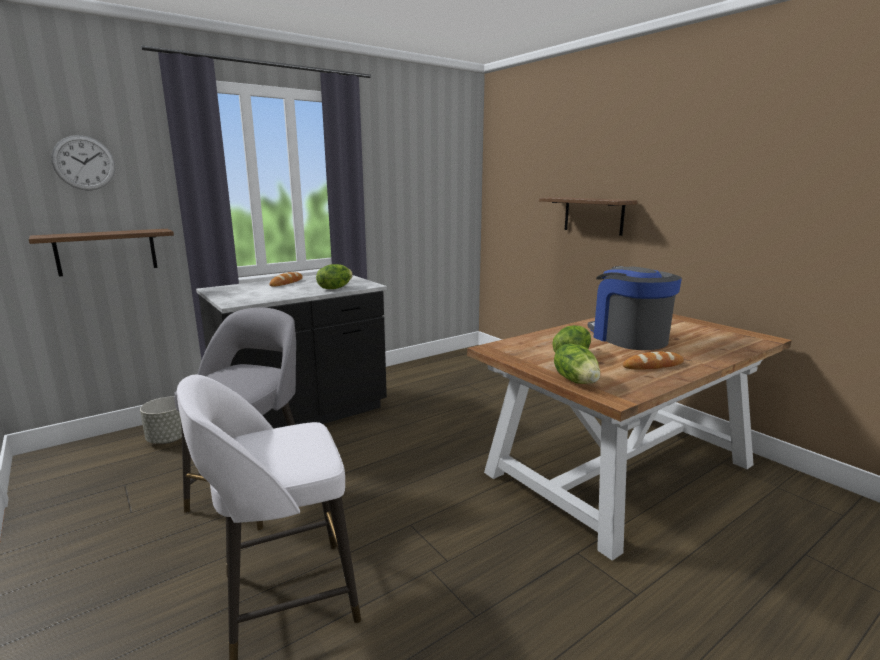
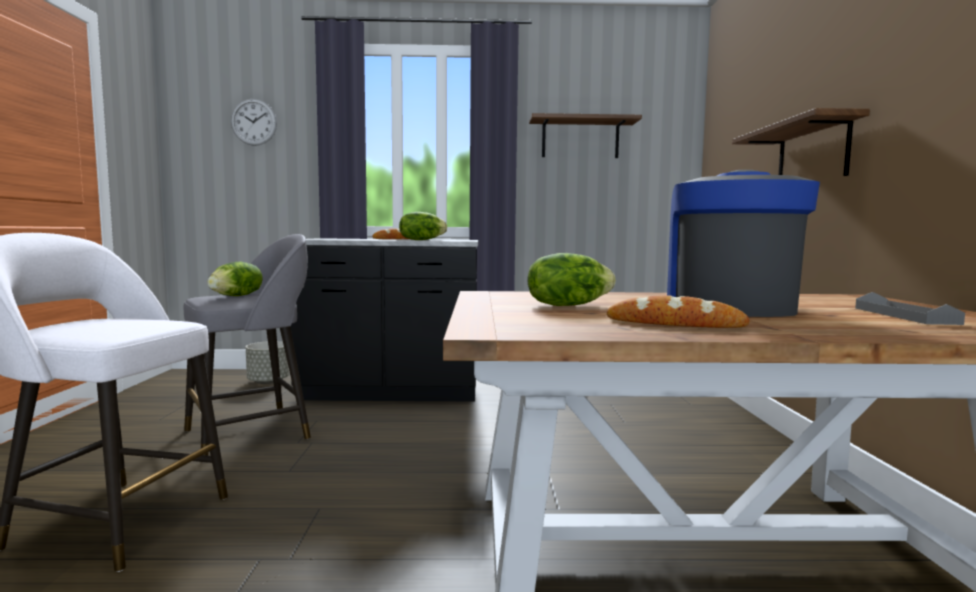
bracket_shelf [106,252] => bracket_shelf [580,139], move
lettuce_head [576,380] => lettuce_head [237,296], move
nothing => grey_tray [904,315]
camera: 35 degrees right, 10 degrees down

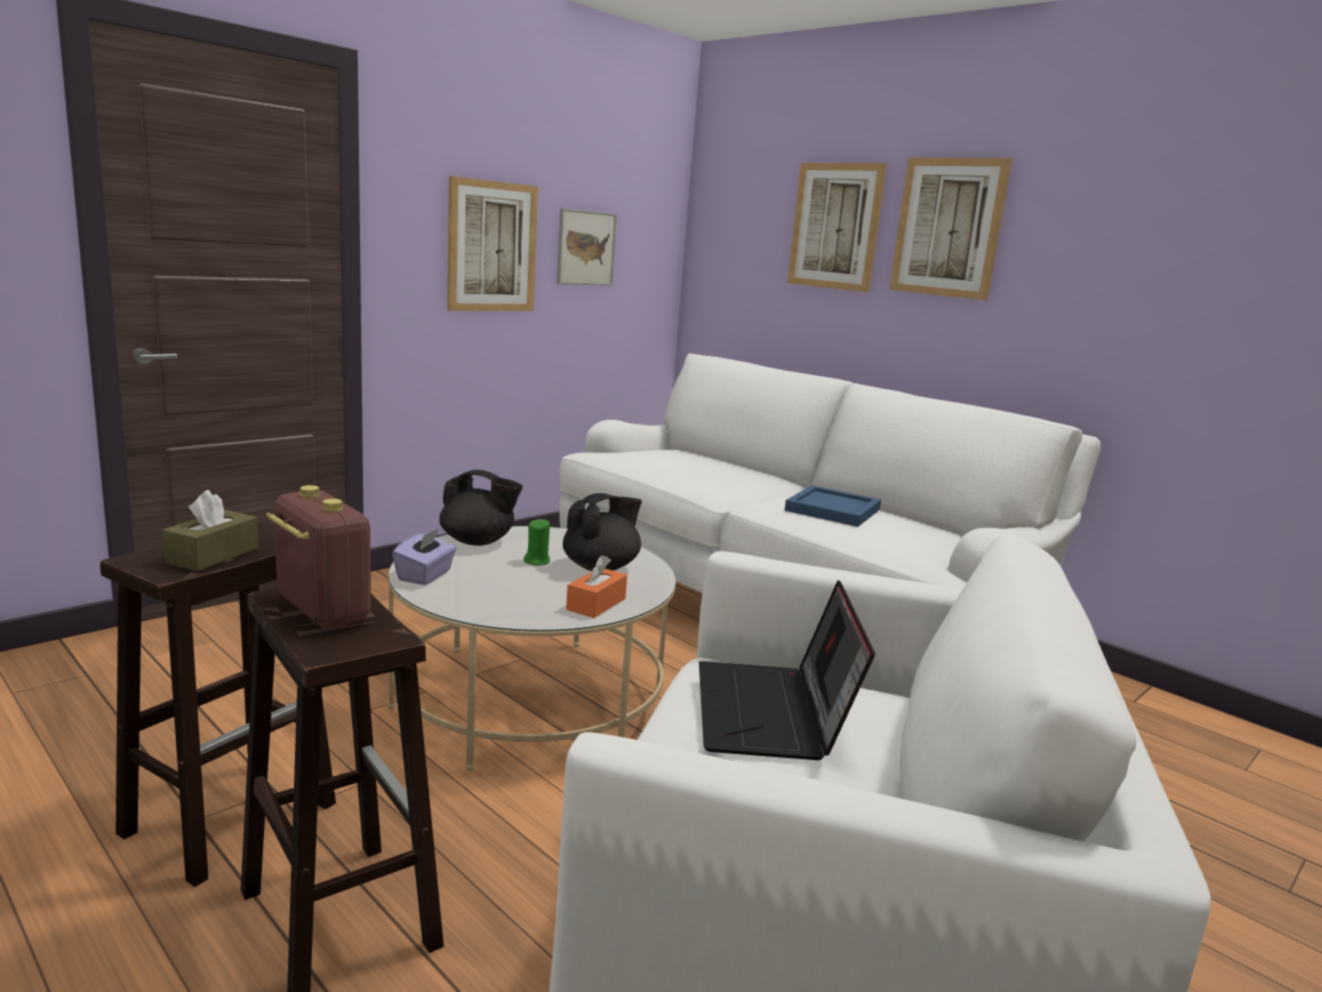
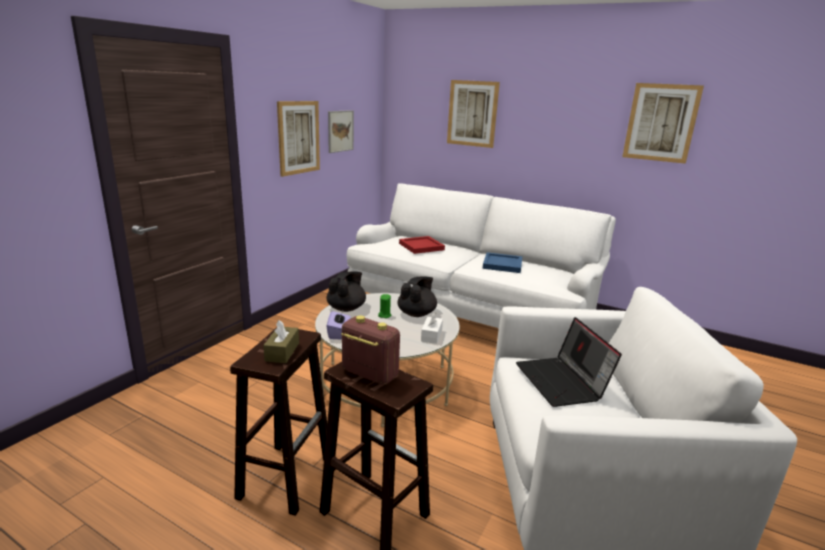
wall_art [948,228] => wall_art [661,123], move
black_pot_for_tea [478,542] => black_pot_for_tea [346,308], 60 degrees counterclockwise
orange-coloured_tissue_holder [596,604] => white_tissue_holder [431,335]
nothing => reddish_tray [422,247]
camera: 15 degrees left, 5 degrees up

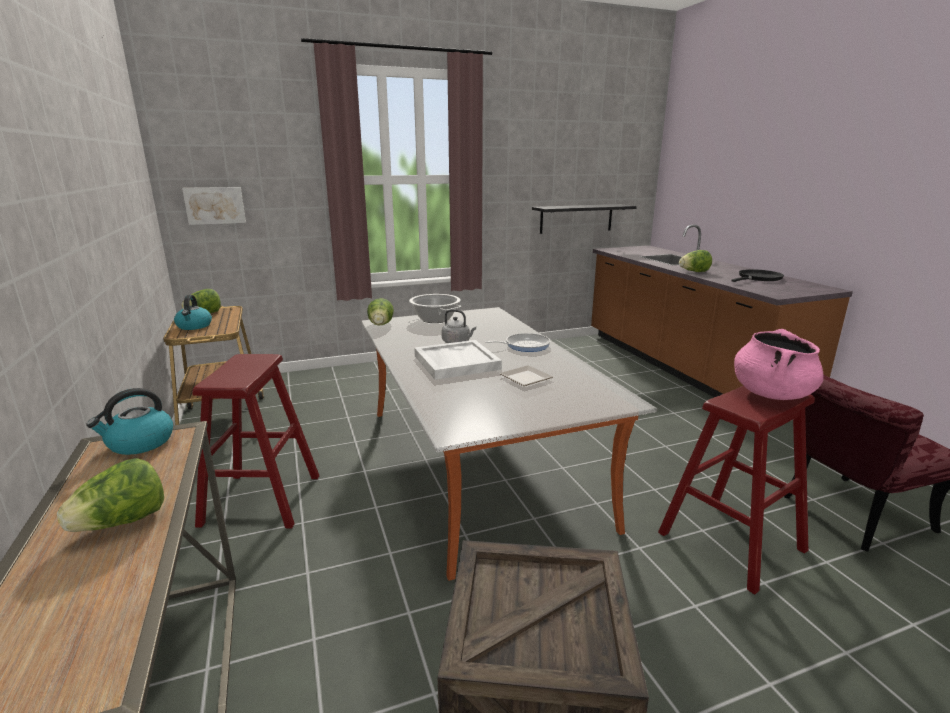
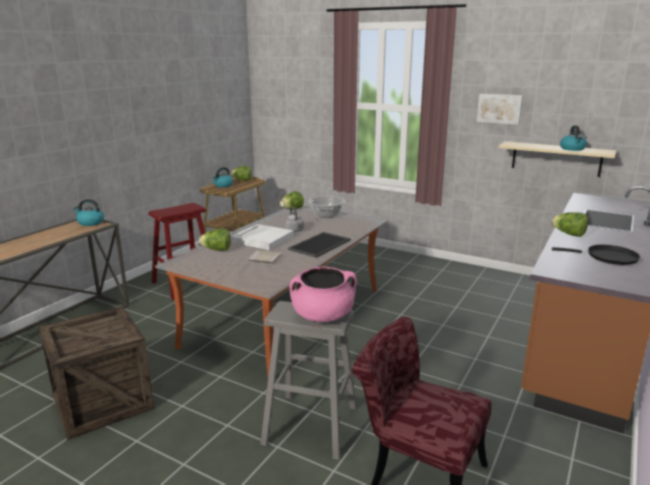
wall_art [215,205] => wall_art [499,108], move
black_bracket_shelf [576,218] => sand-coloured_bracket_shelf [556,158]
frying_pan [524,345] => tray [319,244]
reddish_sitting_stool [731,541] => grey_sitting_stool [311,424]
lettuce_head [122,522] => lettuce_head [217,250], move
nothing => water_kettle [572,149]
camera: 50 degrees right, 0 degrees up

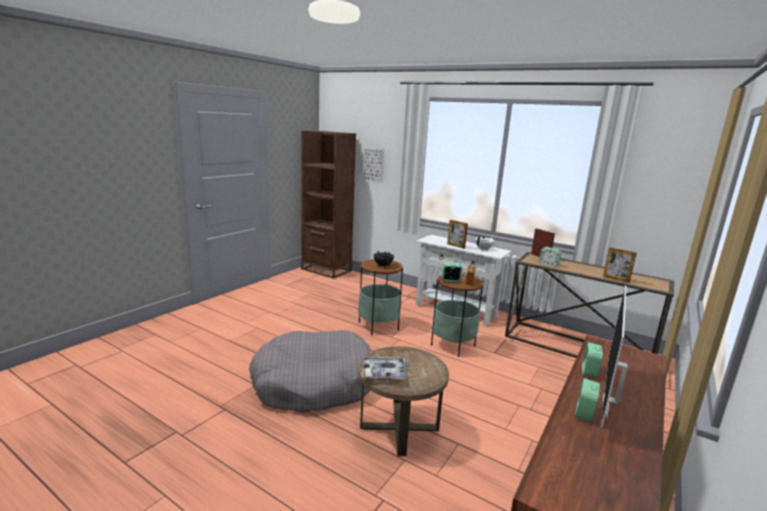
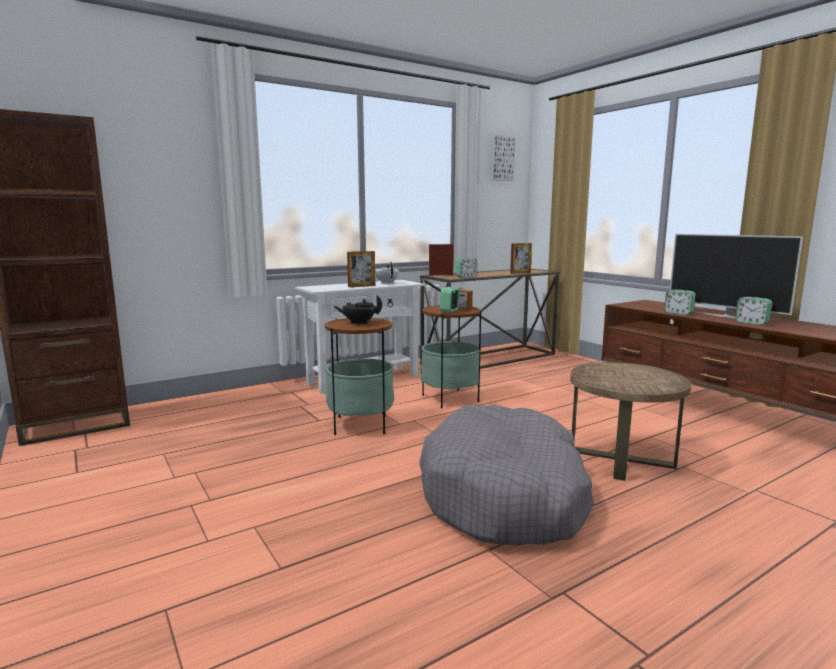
wall_art [374,165] => wall_art [501,158], move
tray [383,373] => nothing
camera: 65 degrees left, 5 degrees down

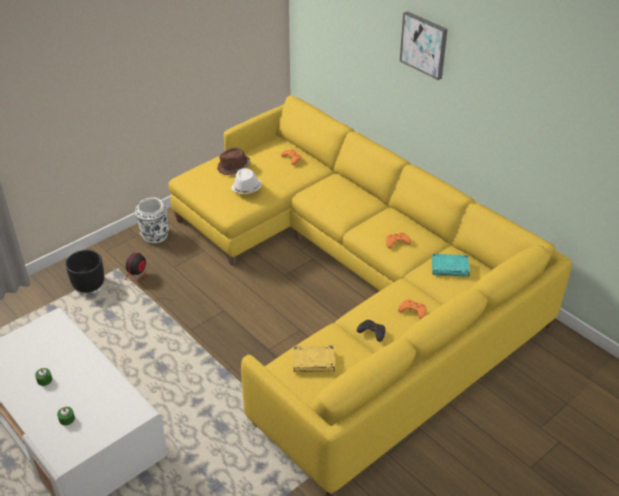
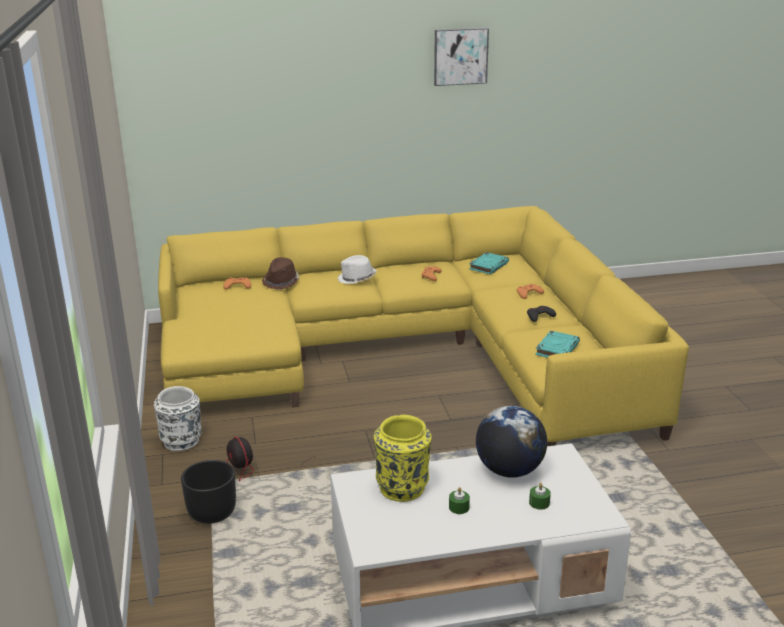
wall_art [424,44] => wall_art [460,56], move
brownish_clothing_hat [233,167] => brownish_clothing_hat [281,282], move
white_clothing_hat [246,189] => white_clothing_hat [357,279], move
yellow_volume [314,361] => turquoise_volume [557,349]
nothing => globe [509,470]
nothing => yellow_decorative_vase [402,487]
camera: 60 degrees left, 15 degrees down

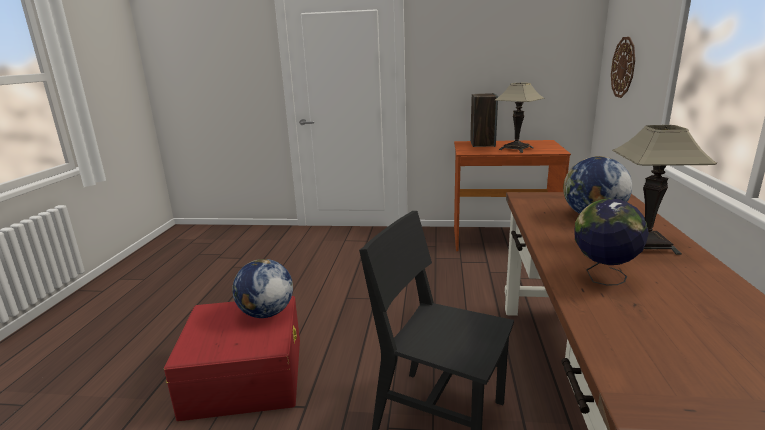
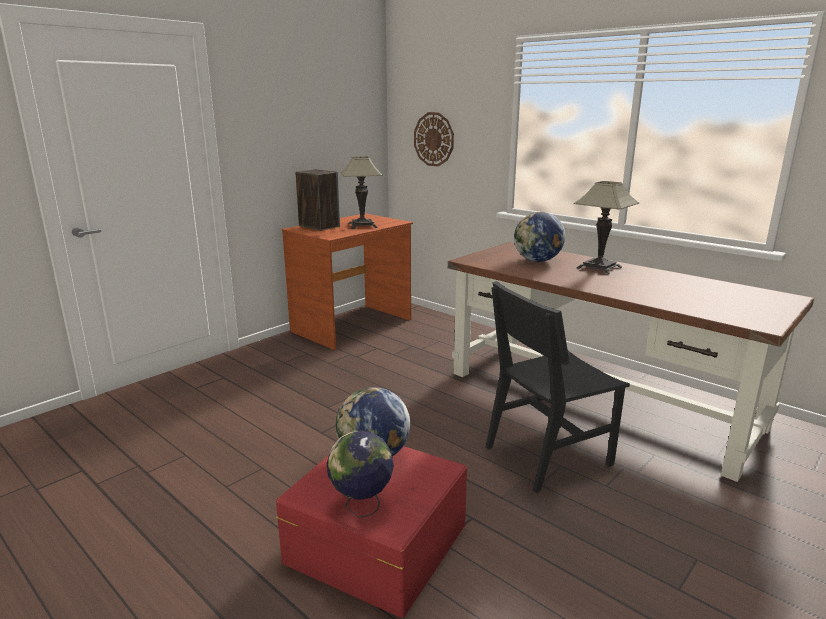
globe [603,278] => globe [361,507], move
camera: 55 degrees left, 0 degrees up

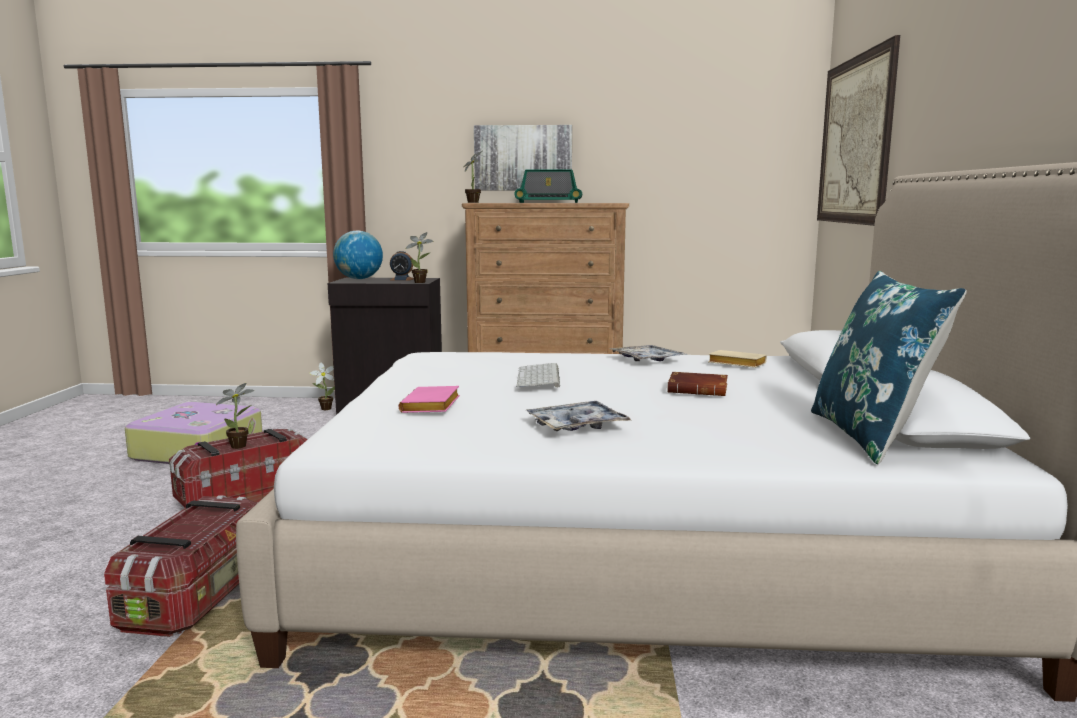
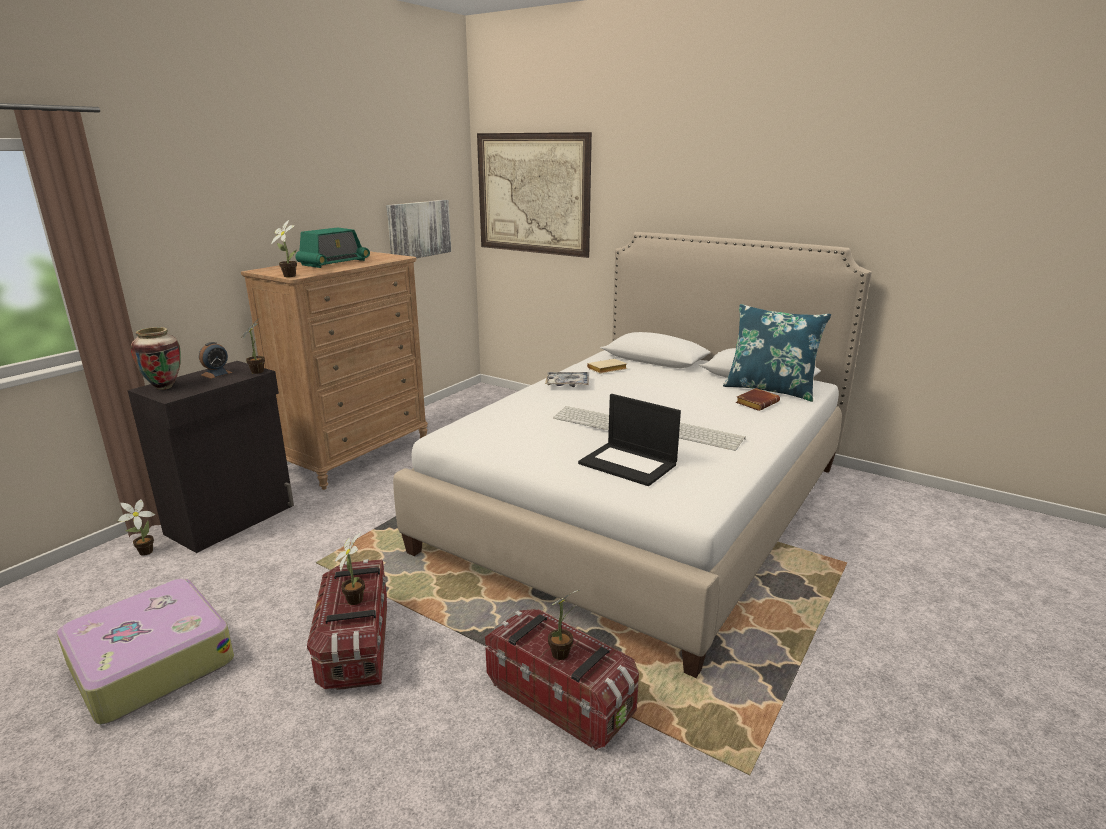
wall_art [523,158] => wall_art [418,229], move
globe [359,279] => decorative_vase [164,387]
brownish_volume [699,390] => brownish_volume [756,403], move
pink_volume [432,407] => portable_computer [629,464]
tray [576,426] => computer_keyboard [708,437]
nothing => potted_plant [563,653]
camera: 60 degrees left, 10 degrees up

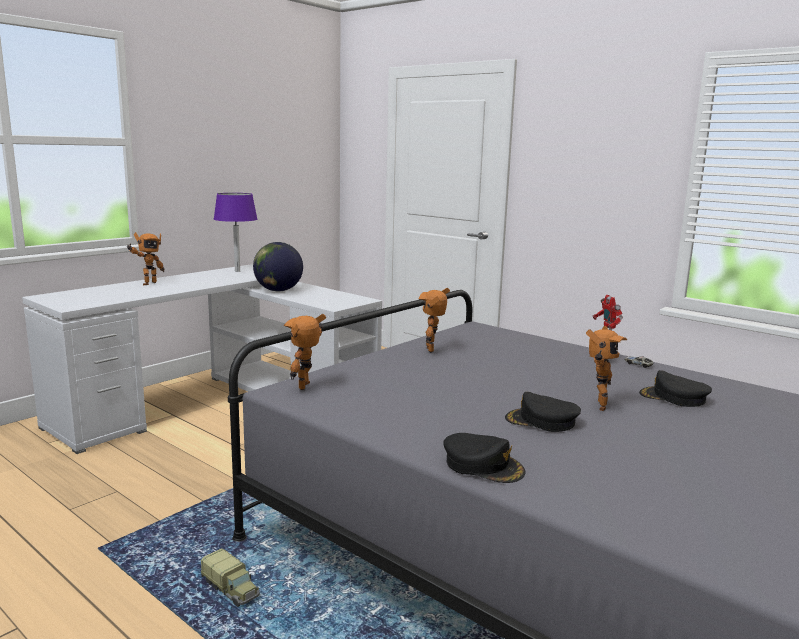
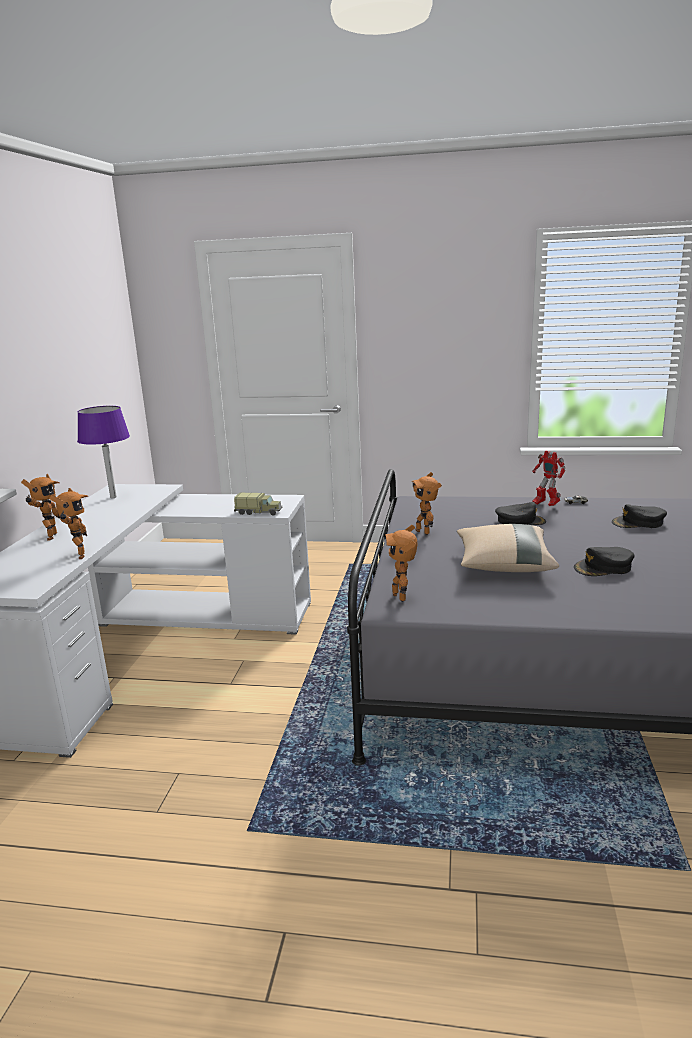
globe [278,290] => nothing
model_robot [597,405] => model_robot [78,555], move
black_baseball_cap [483,465] => black_baseball_cap [520,521], move
model_truck [231,589] => model_truck [259,512], move
nothing => sand-coloured_cushion [503,565]
camera: 30 degrees left, 5 degrees up

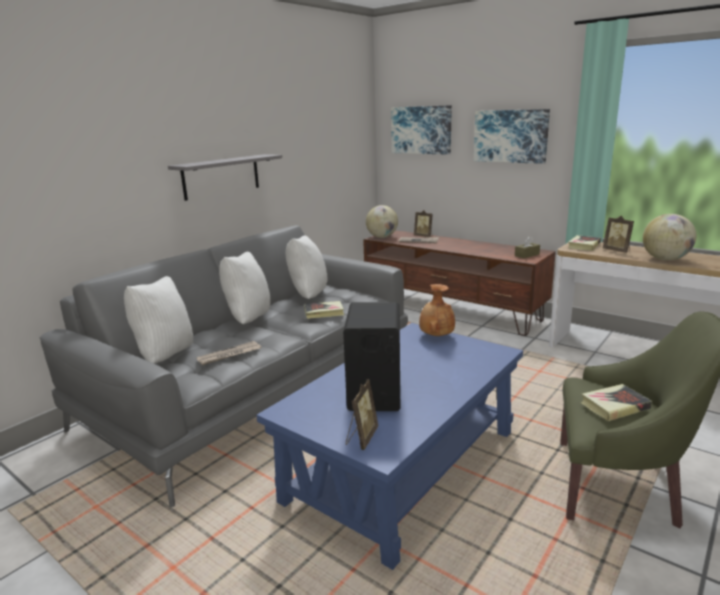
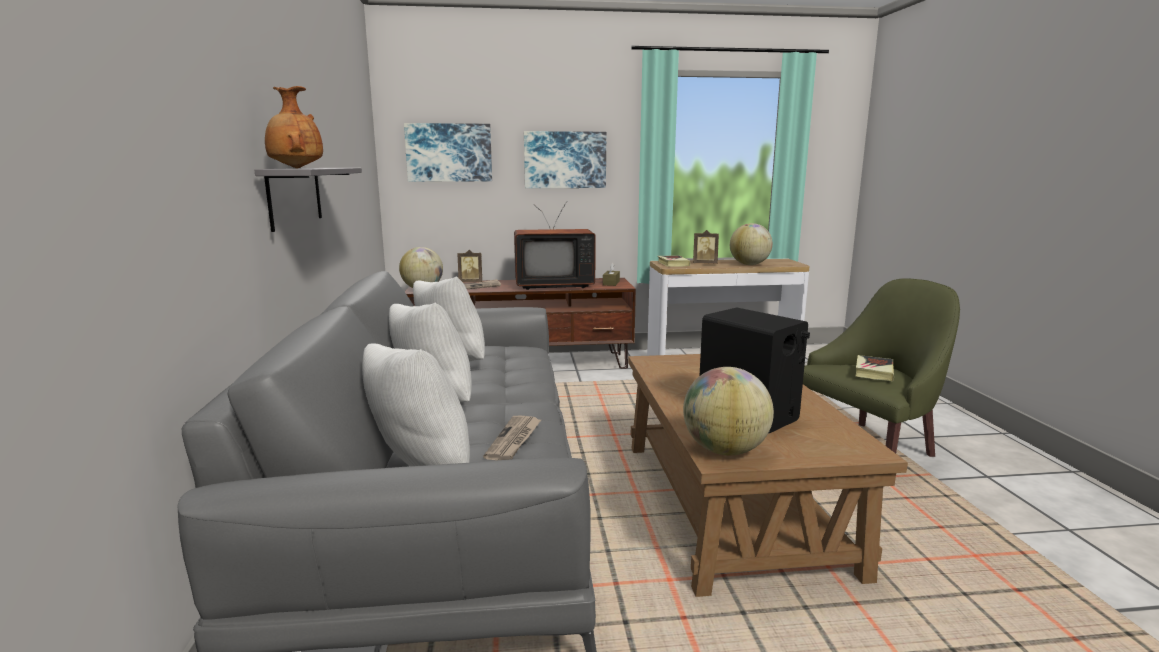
brownish_decorative_vase [436,335] => brownish_decorative_vase [295,168], move
volume [324,312] => nothing
blue_low_table [403,464] => brownish_low_table [729,503]
picture_frame [361,438] => nothing
nothing => television [553,285]
nothing => globe [724,450]
camera: 45 degrees left, 5 degrees down

